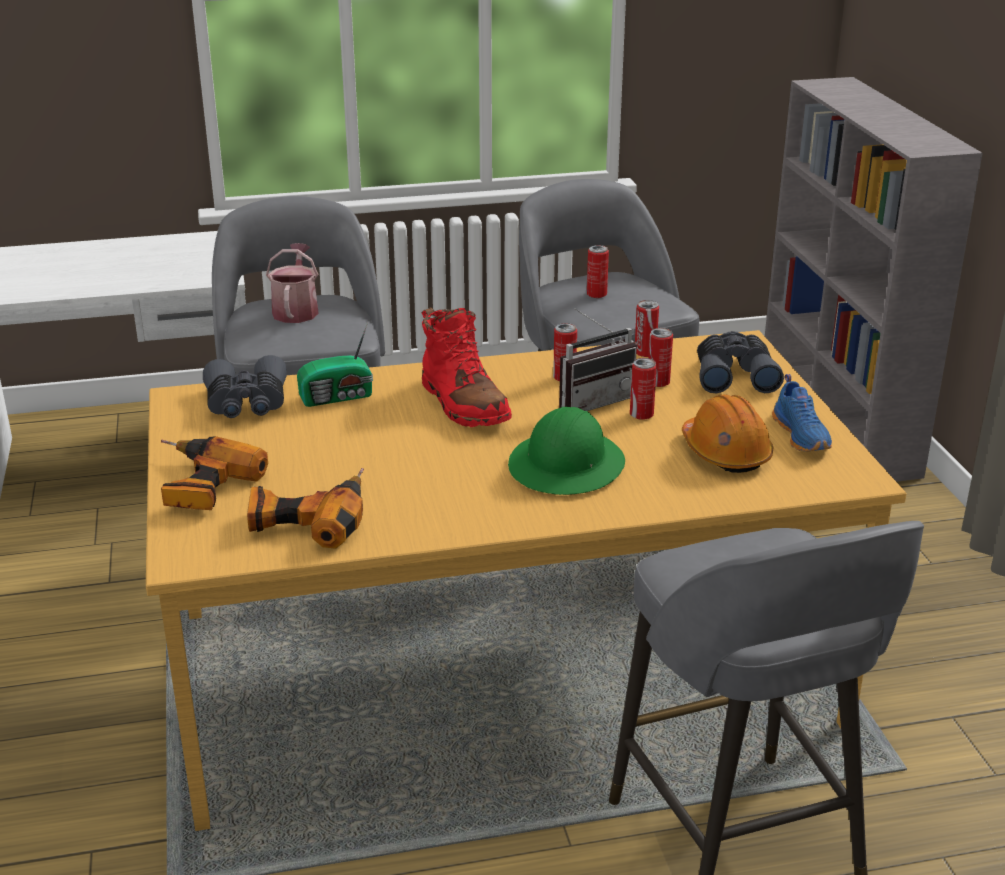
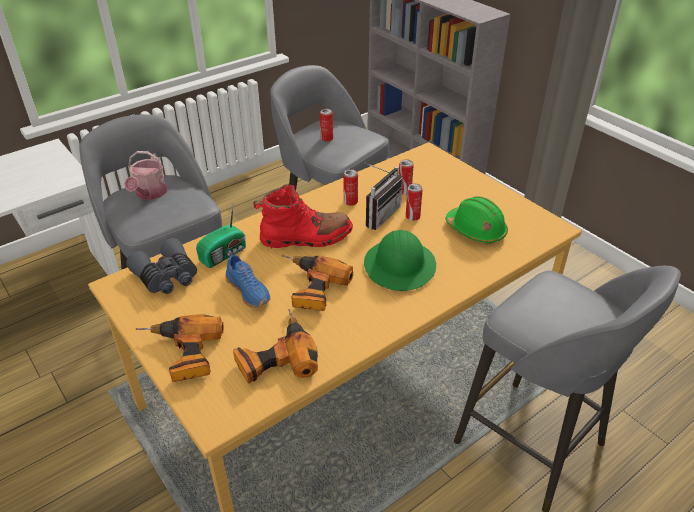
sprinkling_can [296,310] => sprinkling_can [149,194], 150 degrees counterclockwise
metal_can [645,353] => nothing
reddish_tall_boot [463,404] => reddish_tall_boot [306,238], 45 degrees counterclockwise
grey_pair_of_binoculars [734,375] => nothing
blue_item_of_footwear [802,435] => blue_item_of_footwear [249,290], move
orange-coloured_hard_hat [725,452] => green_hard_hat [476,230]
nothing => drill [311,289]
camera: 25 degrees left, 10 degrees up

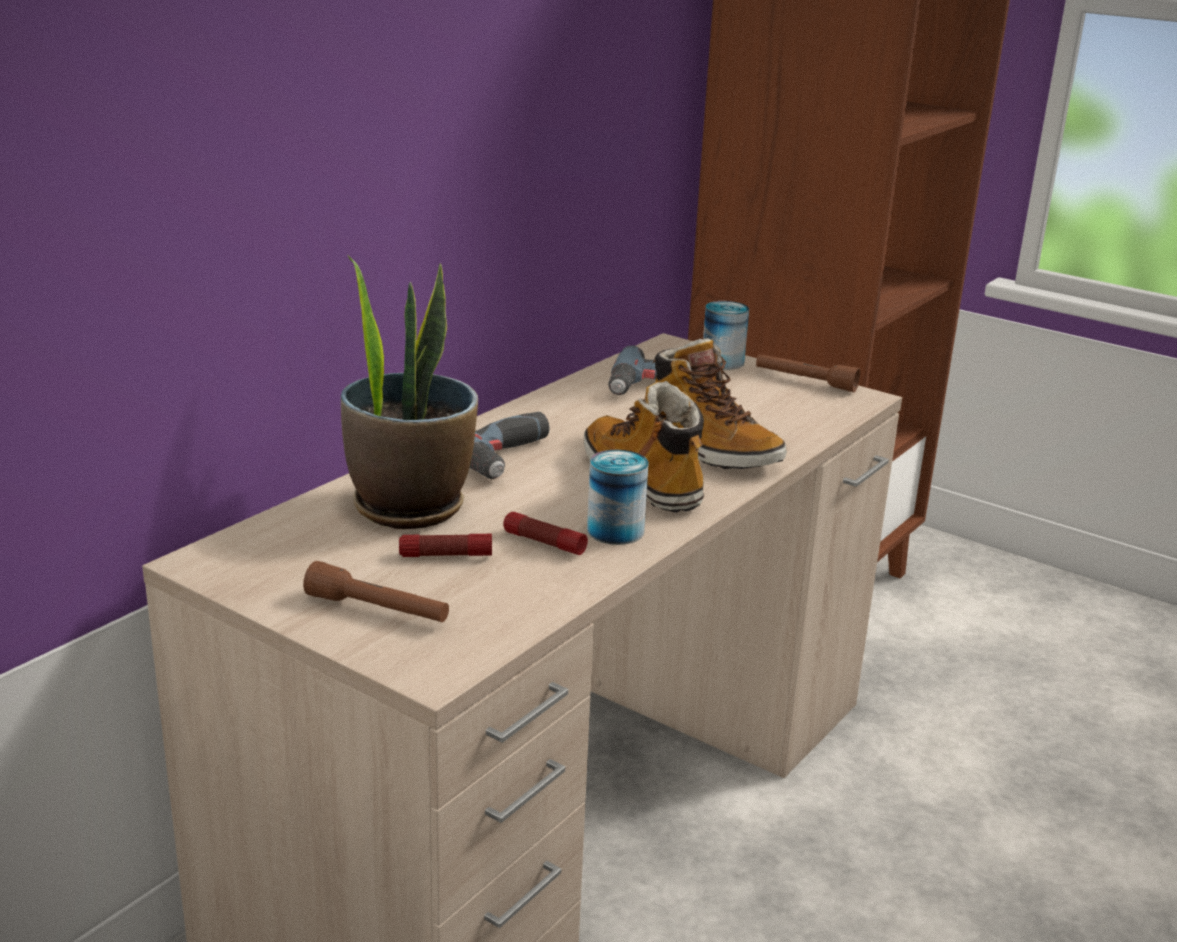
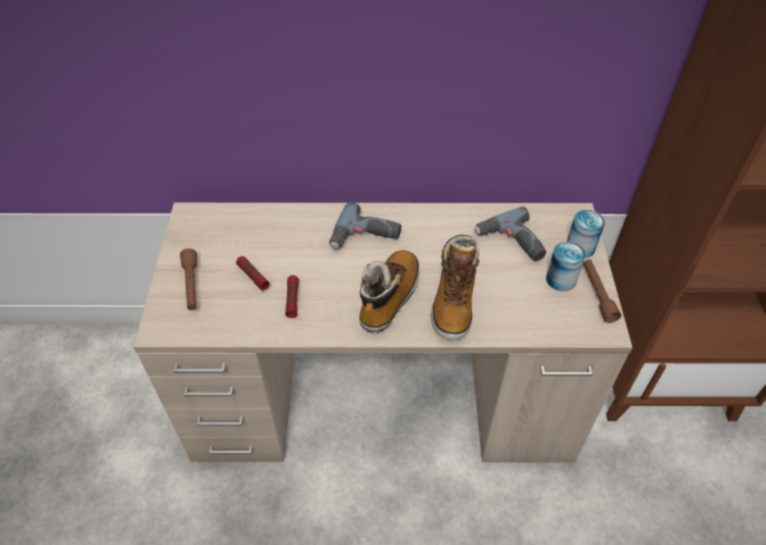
potted_plant [409,506] => nothing
metal_can [615,531] => metal_can [561,279], move
camera: 55 degrees right, 25 degrees up

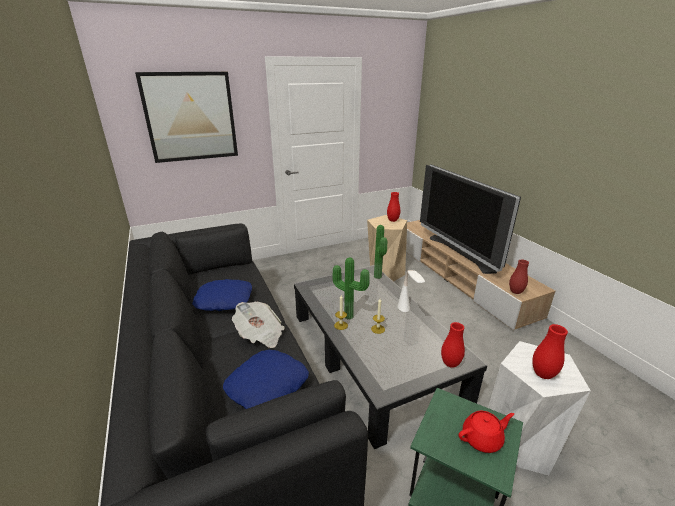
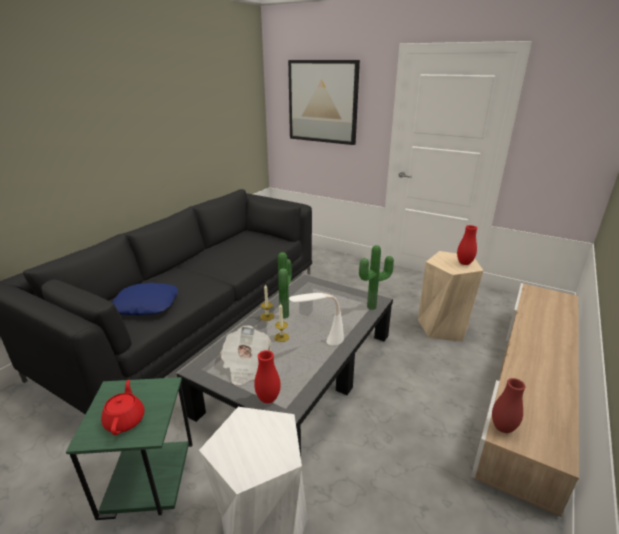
television [460,253] => nothing
blue_cushion [224,300] => nothing
printed_paper [260,334] => printed_paper [246,366], move
reddish_decorative_vase [543,374] => nothing
reddish_pot_for_tea [482,439] => reddish_pot_for_tea [125,420], 135 degrees counterclockwise
camera: 55 degrees right, 0 degrees up

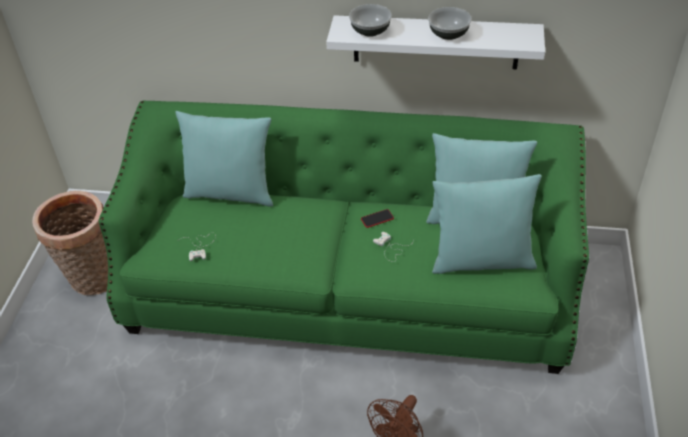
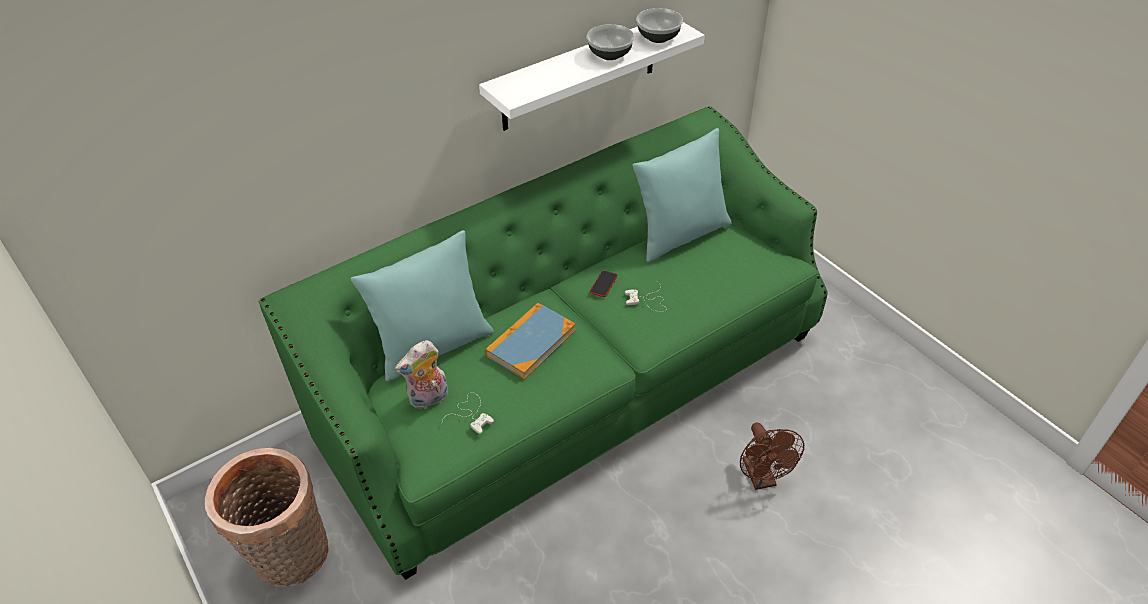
deep_dish [371,31] => deep_dish [659,37], move
turquoise_cushion [481,260] => nothing
nothing => volume [531,343]
nothing => plush_toy [428,399]
camera: 45 degrees left, 0 degrees up

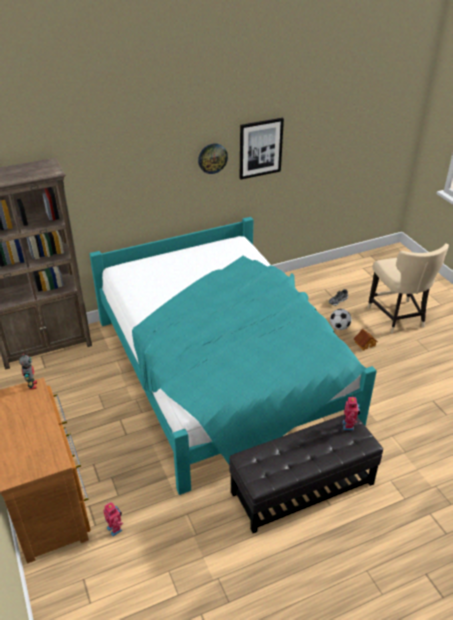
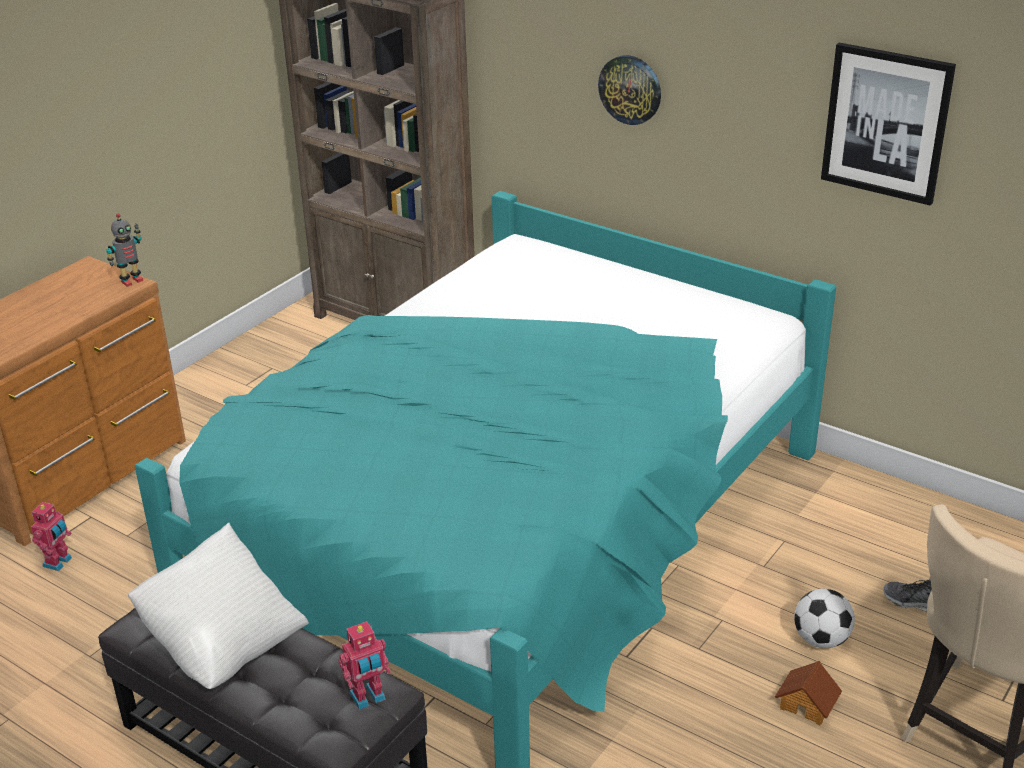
clock_on_the_wall [212,158] => clock_on_the_wall [630,89], move
nothing => white_cushion [224,643]
camera: 60 degrees right, 5 degrees down

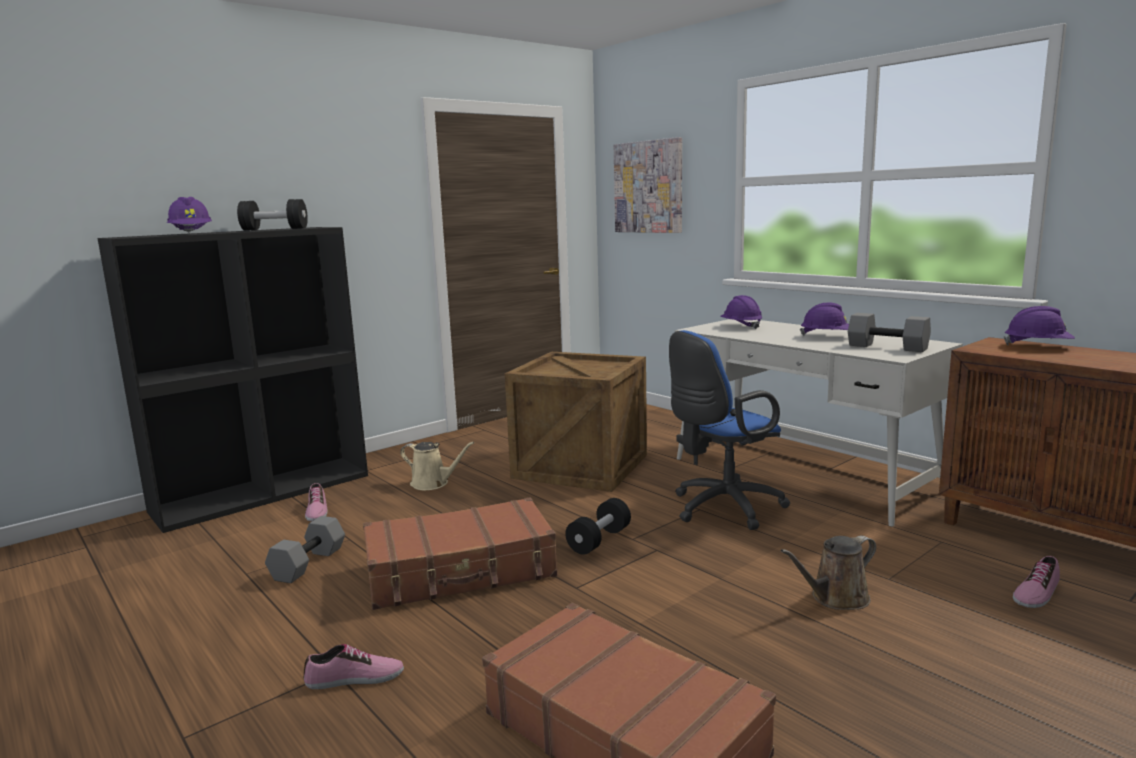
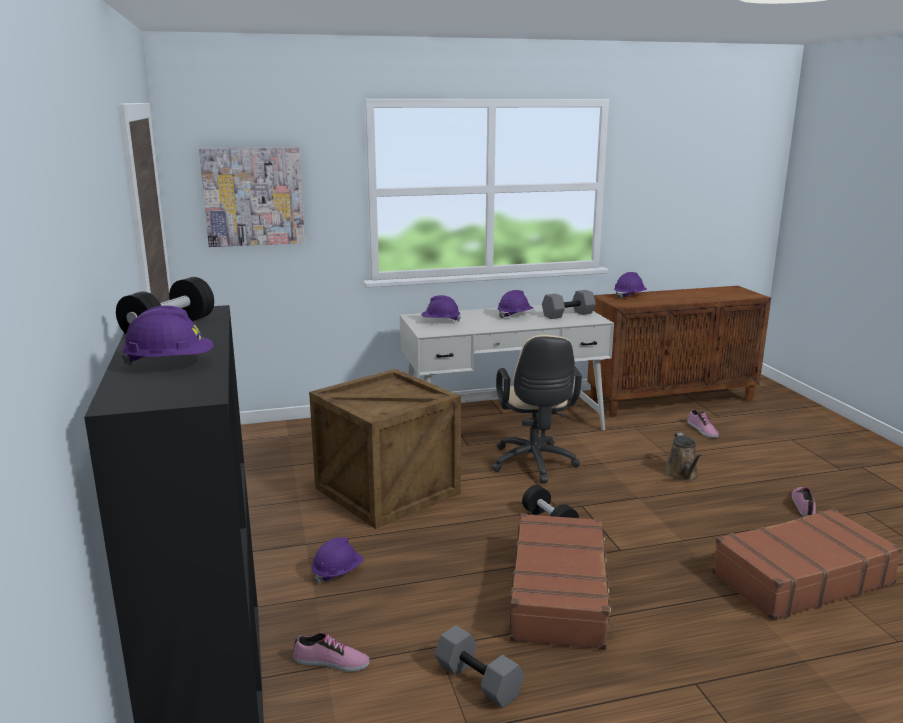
blue_desk_chair [722,508] => sand-coloured_desk_chair [534,465]
sand-coloured_sprinkling_can [433,483] => purple_hard_hat [337,572]
item_of_footwear [355,679] => item_of_footwear [804,505], move
camera: 65 degrees left, 5 degrees up

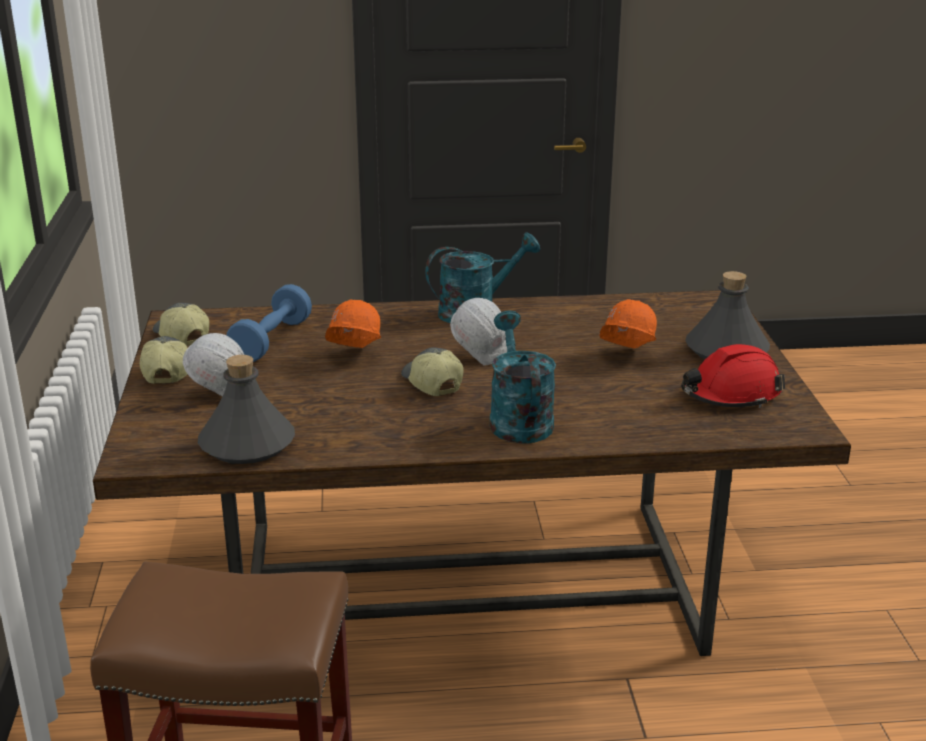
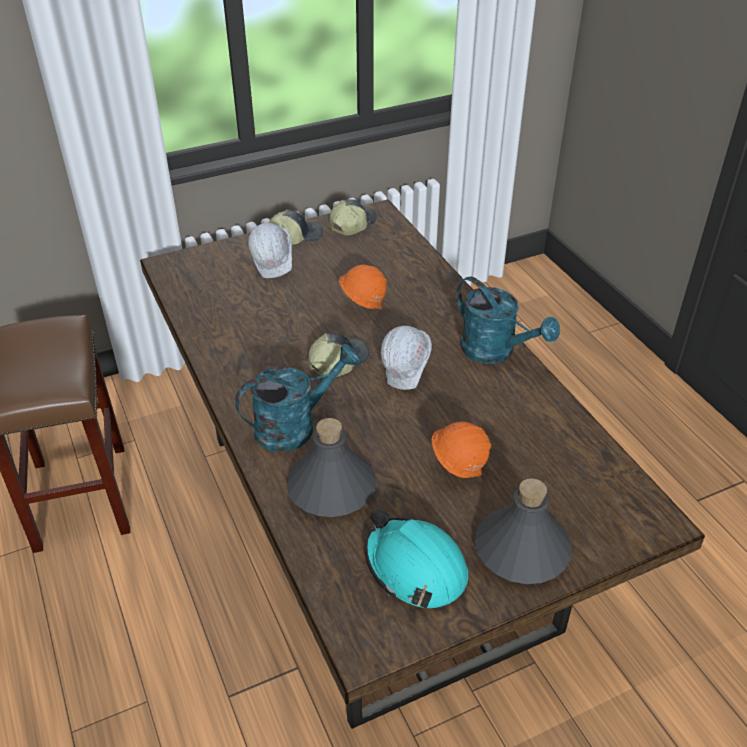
blue_hand_weight [271,340] => nothing
reddish_hard_hat [730,394] => turquoise_hard_hat [415,568]
grey_bottle [247,444] => grey_bottle [332,488], move
camera: 70 degrees right, 15 degrees up

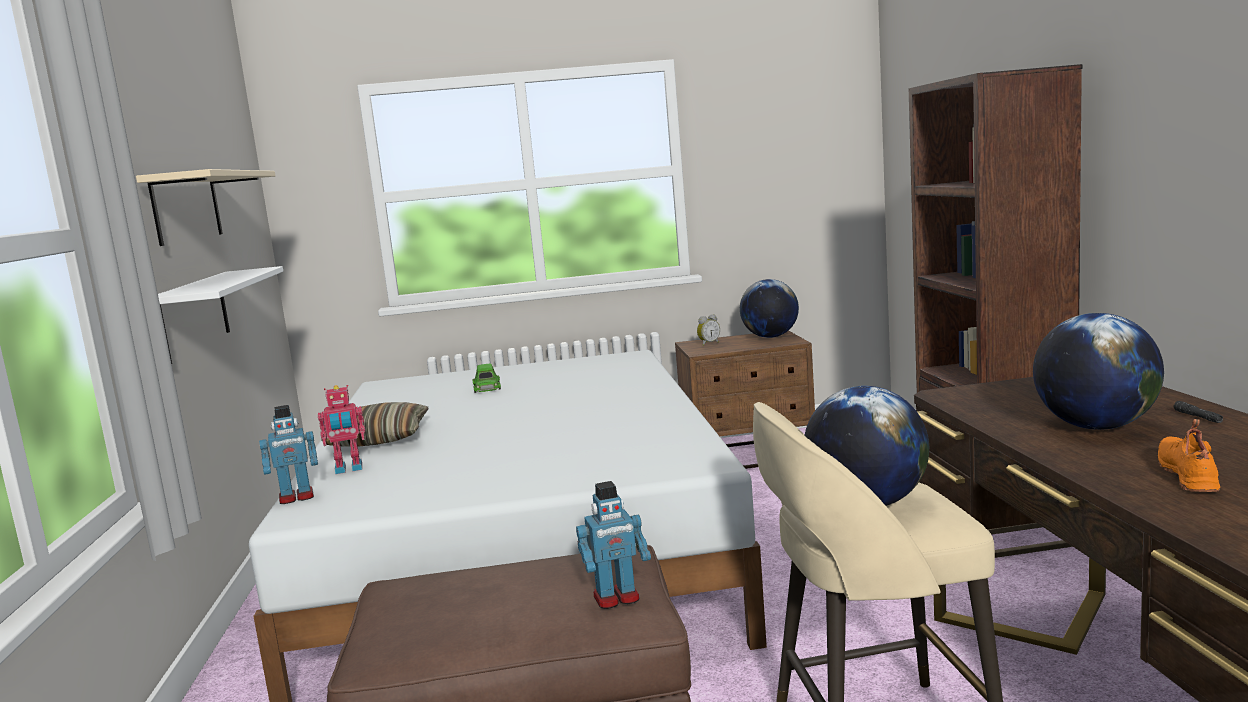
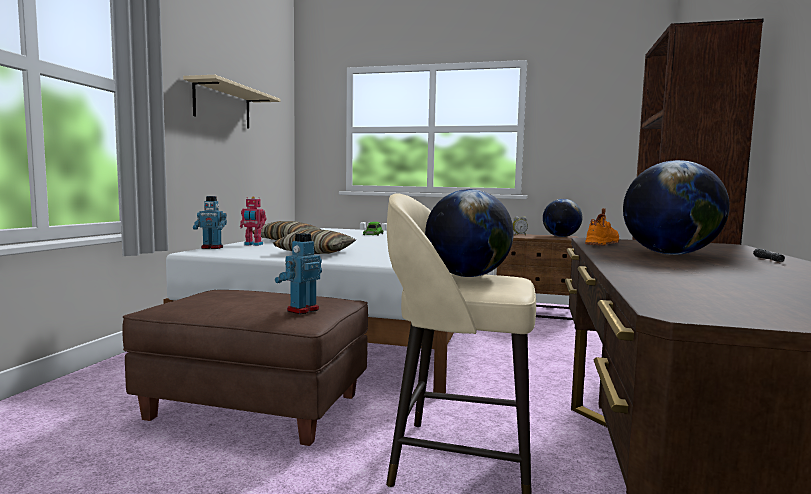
white_bracket_shelf [194,315] => nothing
orange-coloured_item_of_footwear [1190,475] => orange-coloured_item_of_footwear [603,243], move
model_robot [617,598] => model_robot [302,310], 120 degrees clockwise
nothing => cushion [315,253]
camera: 20 degrees right, 5 degrees down

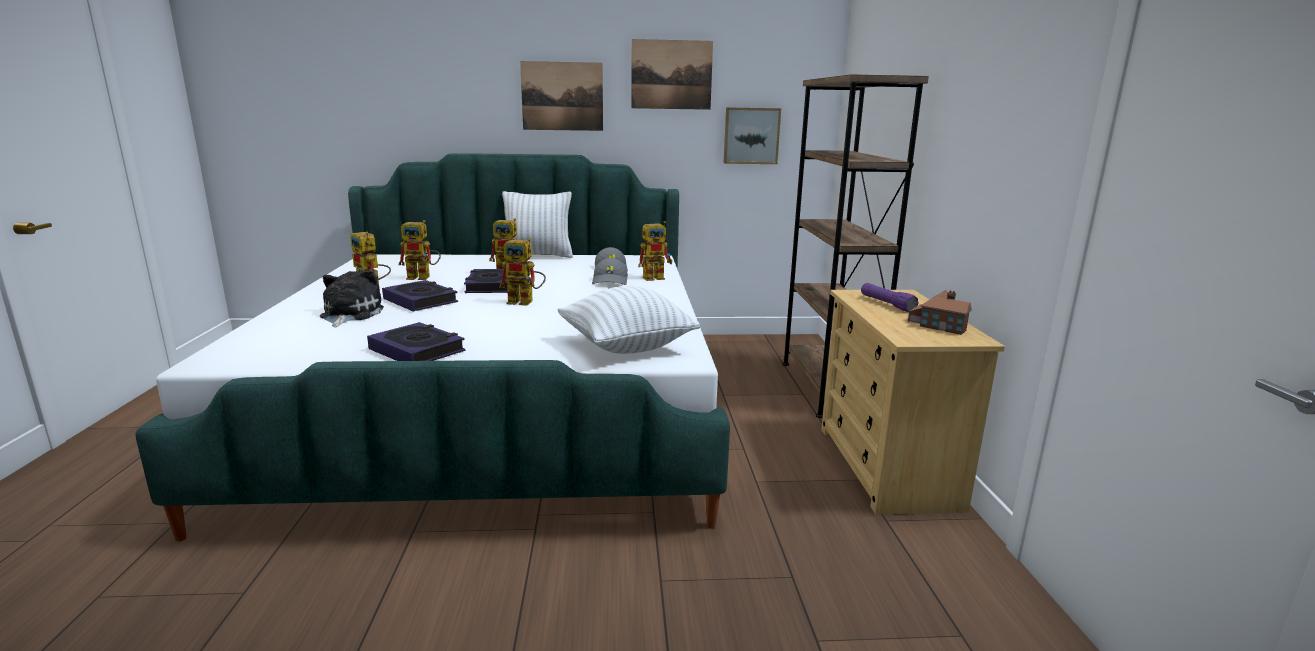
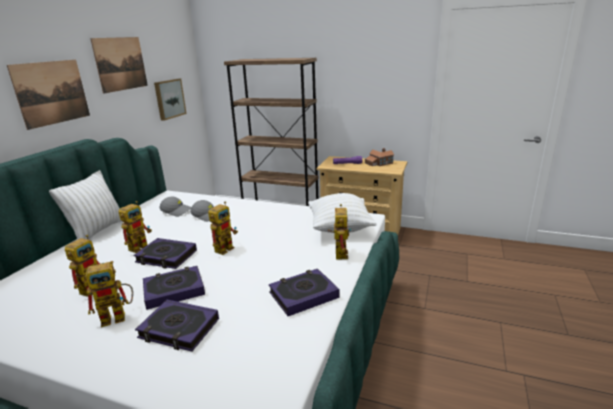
model_robot [657,277] => model_robot [339,252], move
plush_toy [349,314] => volume [179,329]
camera: 65 degrees left, 5 degrees up

